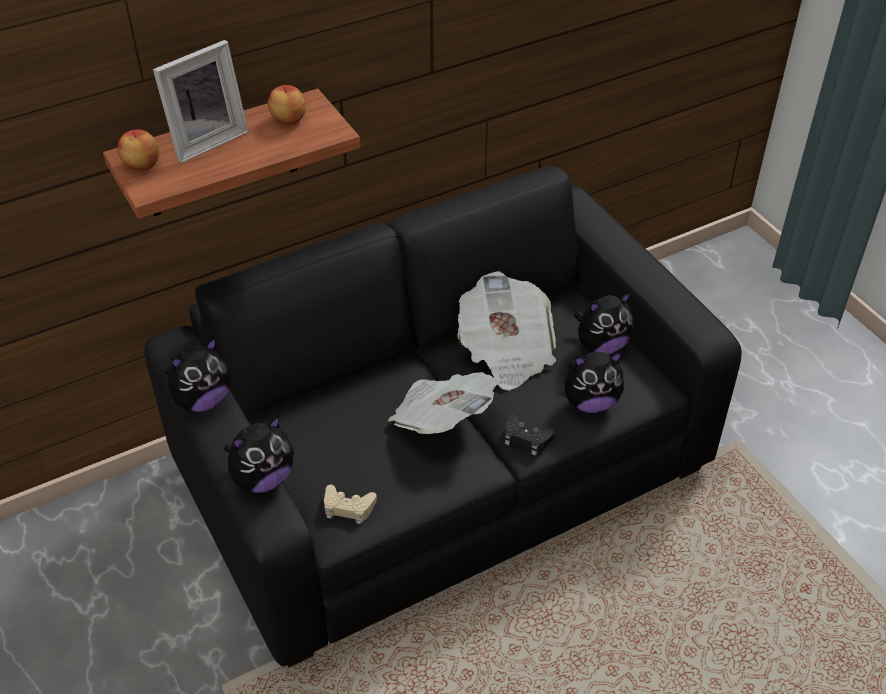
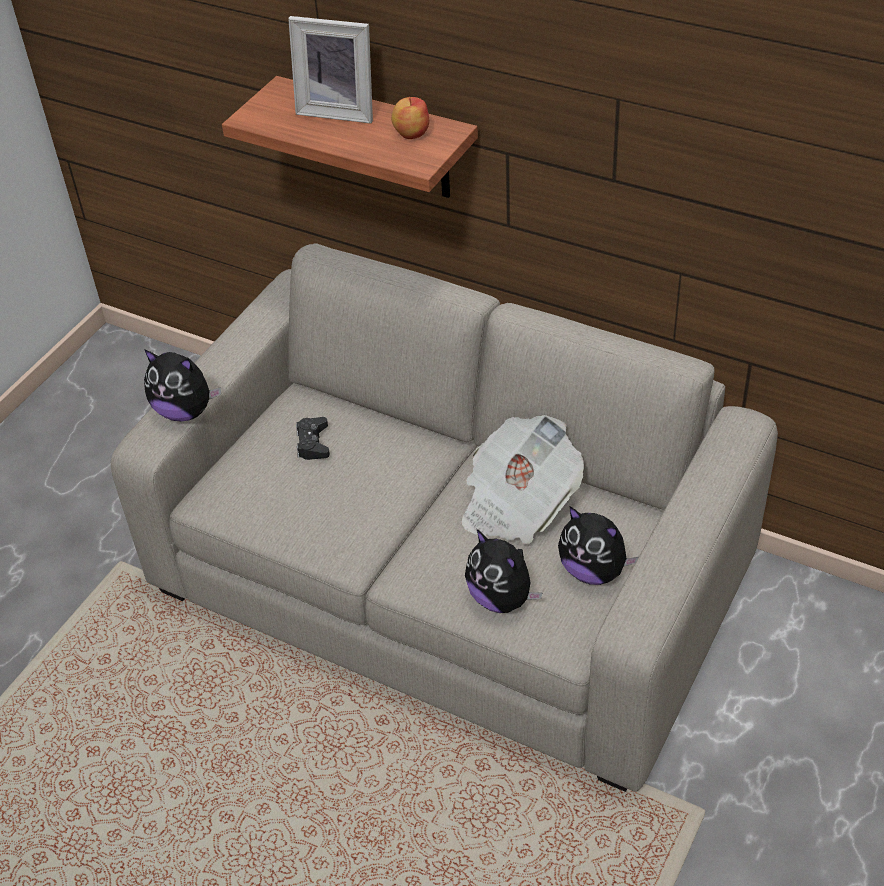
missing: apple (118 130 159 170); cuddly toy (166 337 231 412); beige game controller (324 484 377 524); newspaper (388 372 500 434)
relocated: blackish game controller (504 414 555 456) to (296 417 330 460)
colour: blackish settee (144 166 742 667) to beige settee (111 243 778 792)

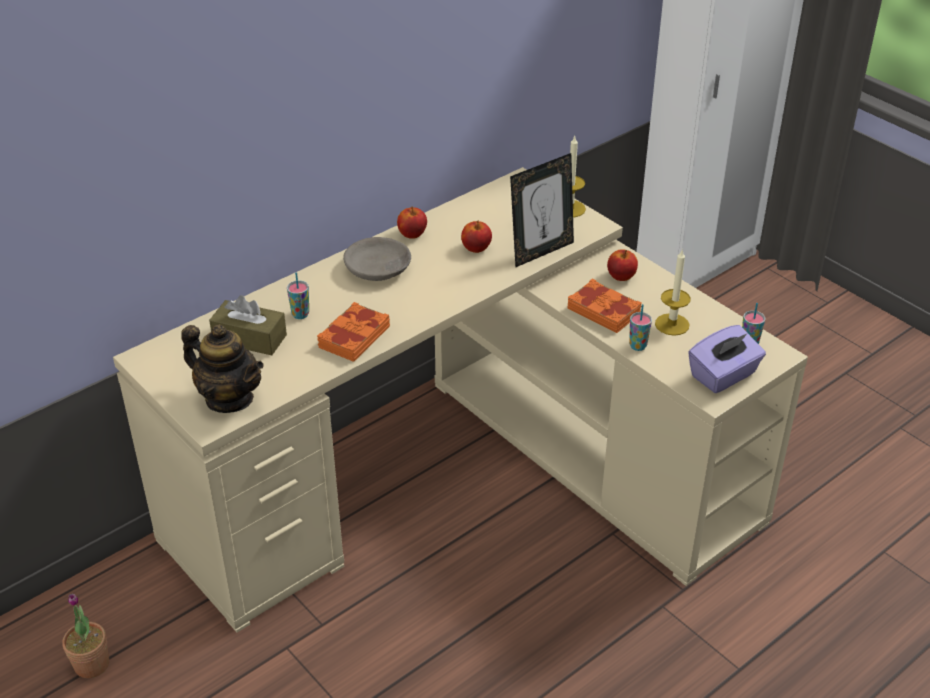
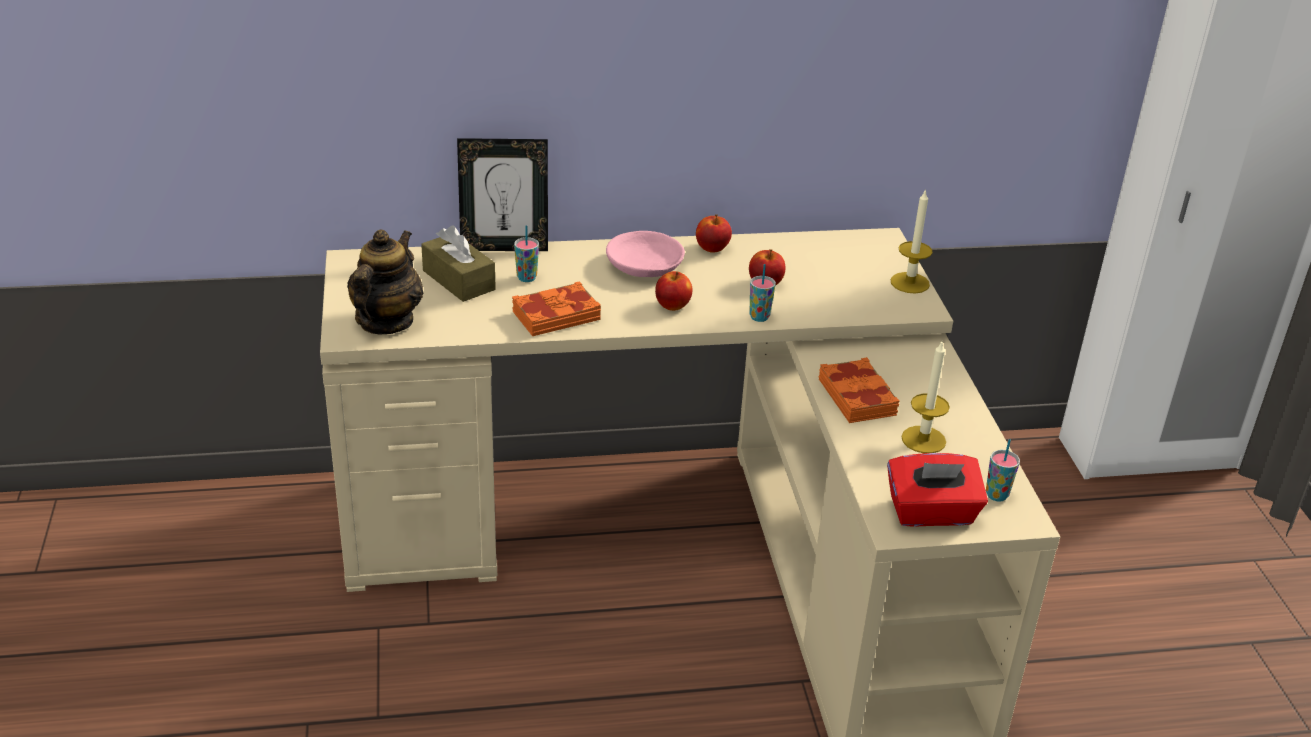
missing: potted plant (62 593 109 678)
relocated: photo frame (510 153 574 267) to (457 138 548 251); apple (607 249 638 281) to (655 271 692 311); drinking cup (629 304 652 351) to (749 264 776 322)
colour: greyish serving bowl (343 237 411 281) to pink serving bowl (606 231 685 277); purple box of tissues (688 325 766 393) to reddish box of tissues (887 453 988 527)
spun: teapot (181 324 264 413) = (347 230 424 334) 135 degrees counterclockwise

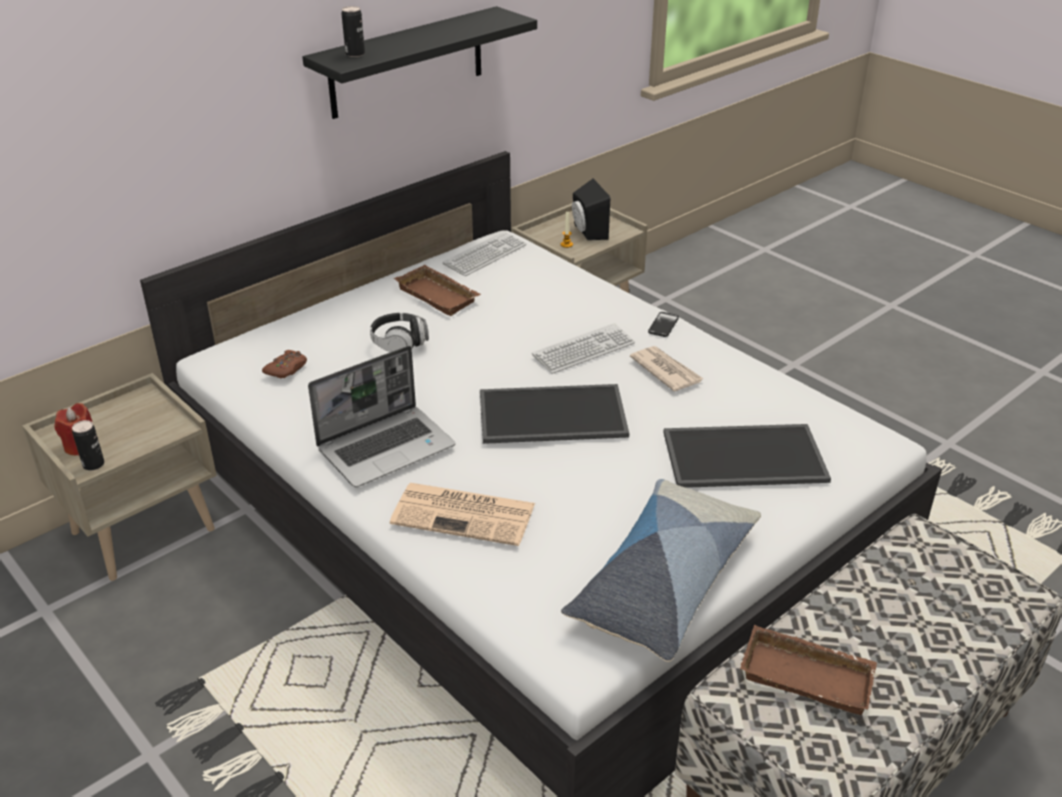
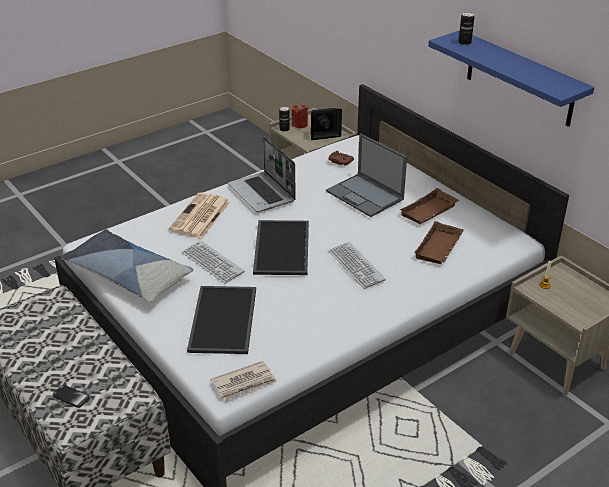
relocated: PC keyboard (443 231 526 276) to (182 240 244 284); blackish loudspeaker (572 178 610 240) to (311 108 342 140); newspaper (630 346 704 392) to (211 361 277 401); telephone (648 312 679 337) to (52 385 90 408); brown serving tray (740 625 877 715) to (414 221 464 264)
exchanged: headphones (370 312 429 352) to portable computer (326 133 407 217)
colour: blackish wall shelf (302 6 537 119) to blue-coloured wall shelf (428 30 594 127)

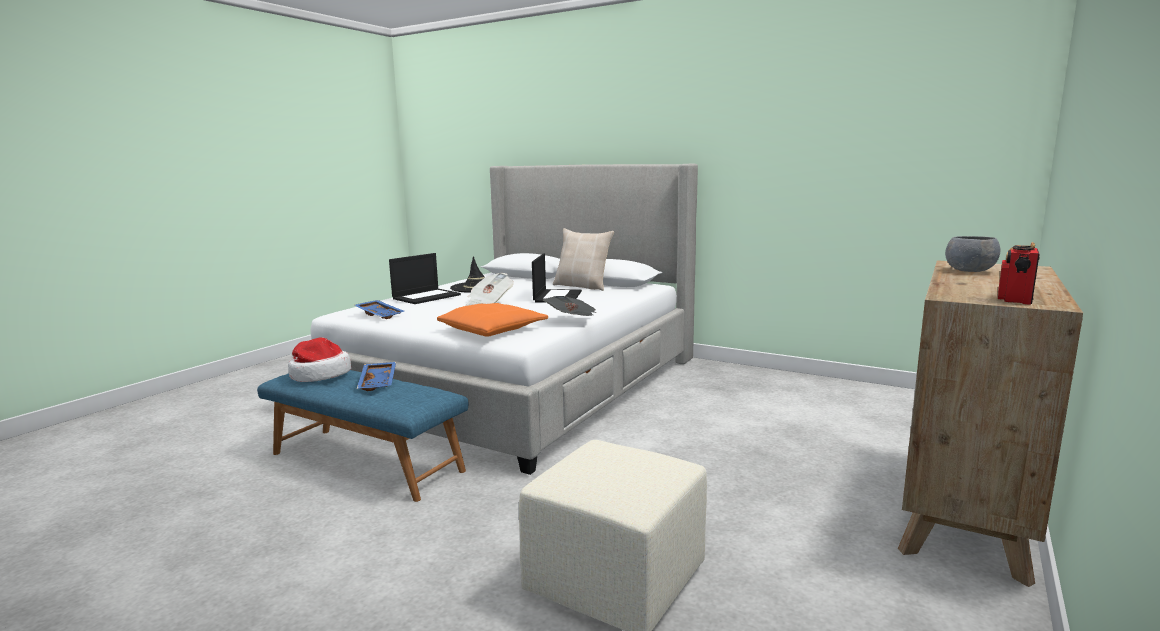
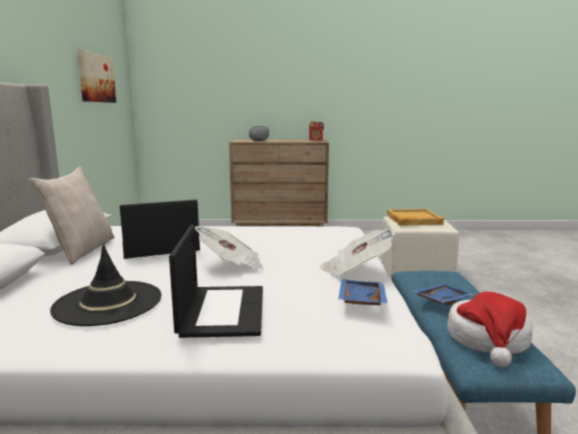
missing: orange cushion (437 303 548 337)
appeared: wall art (77 49 116 103); beige serving tray (387 209 444 226)
relocated: newspaper (543 296 596 316) to (320 229 396 276)
spun: portable computer (389 253 461 304) = (169 225 263 338) 75 degrees clockwise

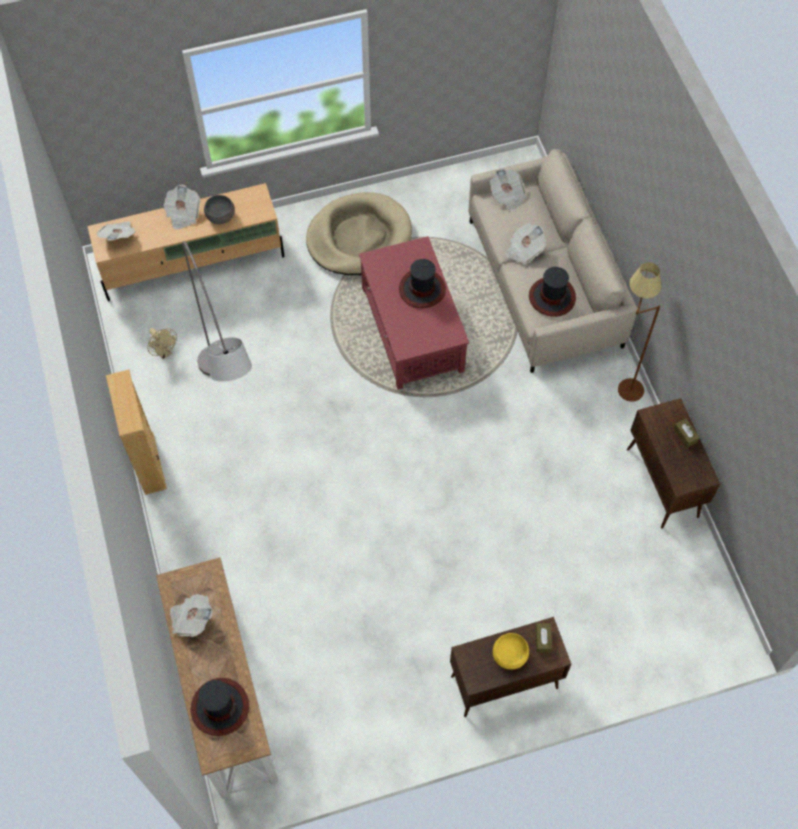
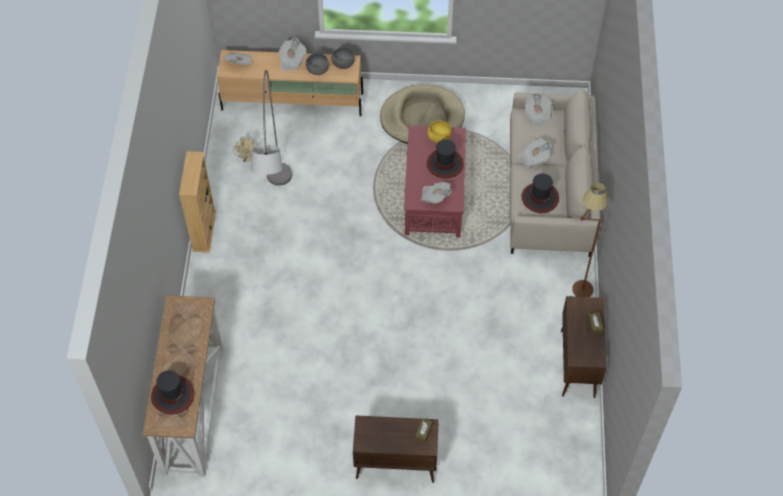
appeared: greyish serving bowl (331 47 355 69)
relocated: newspaper (170 594 213 637) to (421 181 451 204); yellow serving bowl (493 633 529 670) to (427 120 451 143)

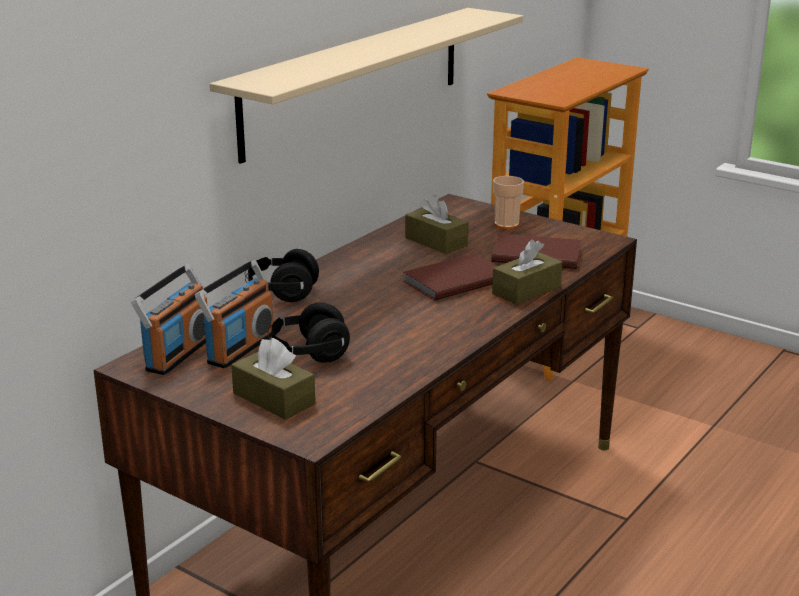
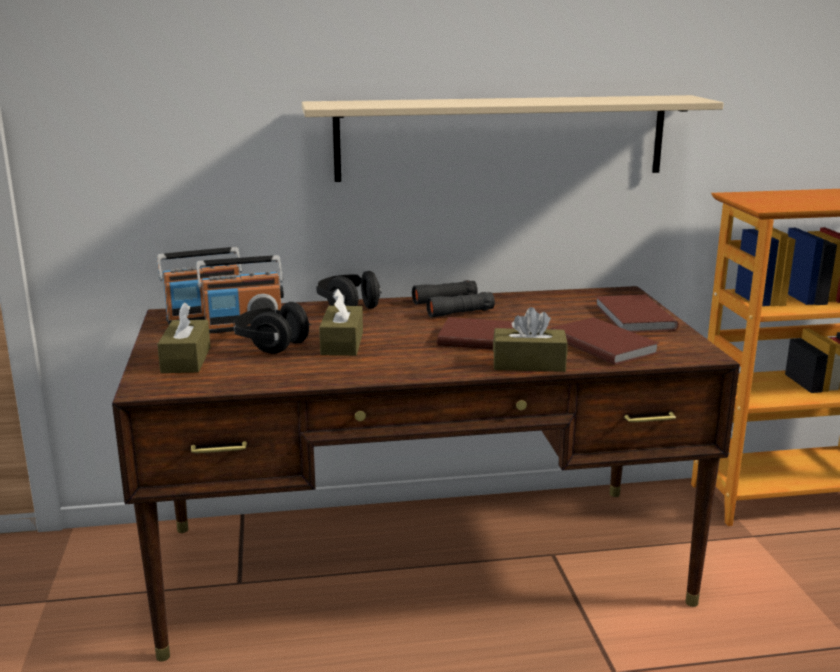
appeared: blackish pair of binoculars (412 280 495 317)
relocated: brown box of tissues (405 195 469 254) to (319 288 363 356)
exchanged: drinking cup (493 176 524 229) to brown volume (595 295 678 332)

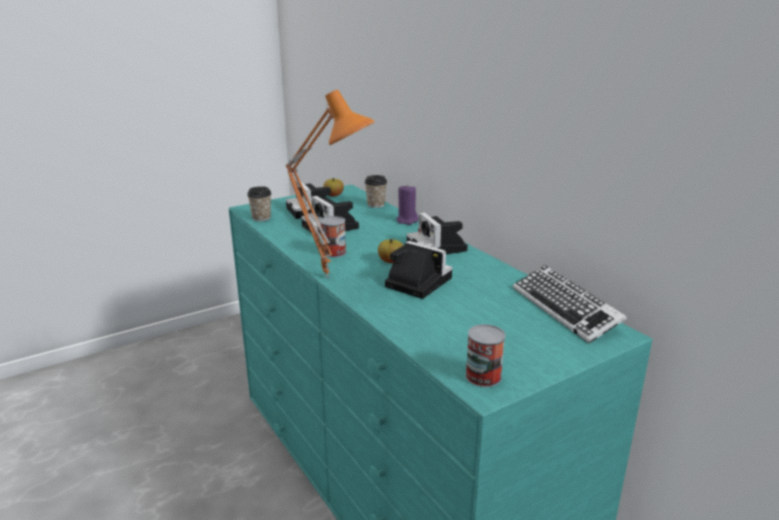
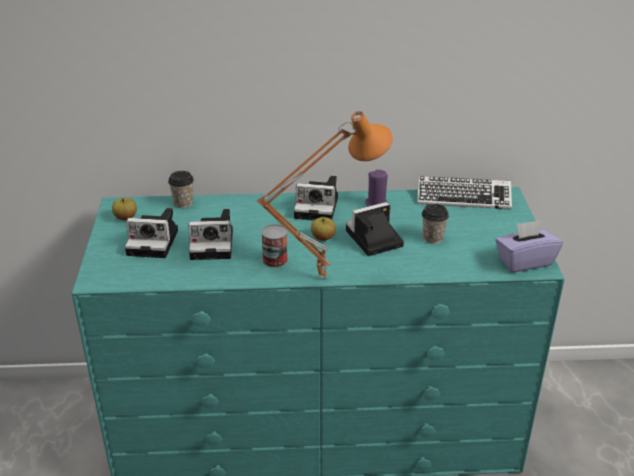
relocated: drinking cup (247 186 272 221) to (422 204 449 244); purple wax candle (396 184 418 225) to (365 169 389 206)
exchanged: can (465 324 505 387) to purple box of tissues (495 220 563 272)

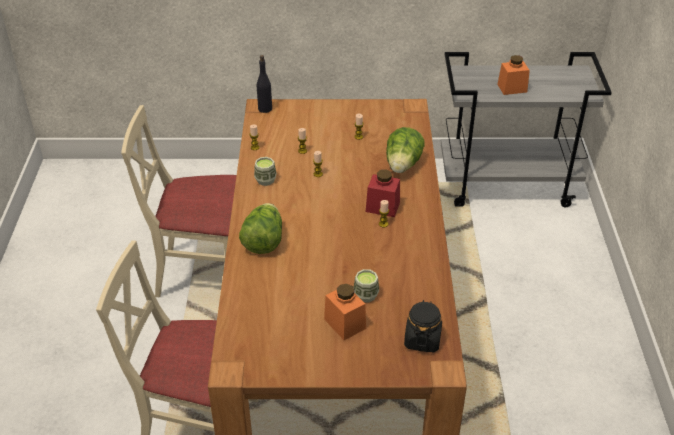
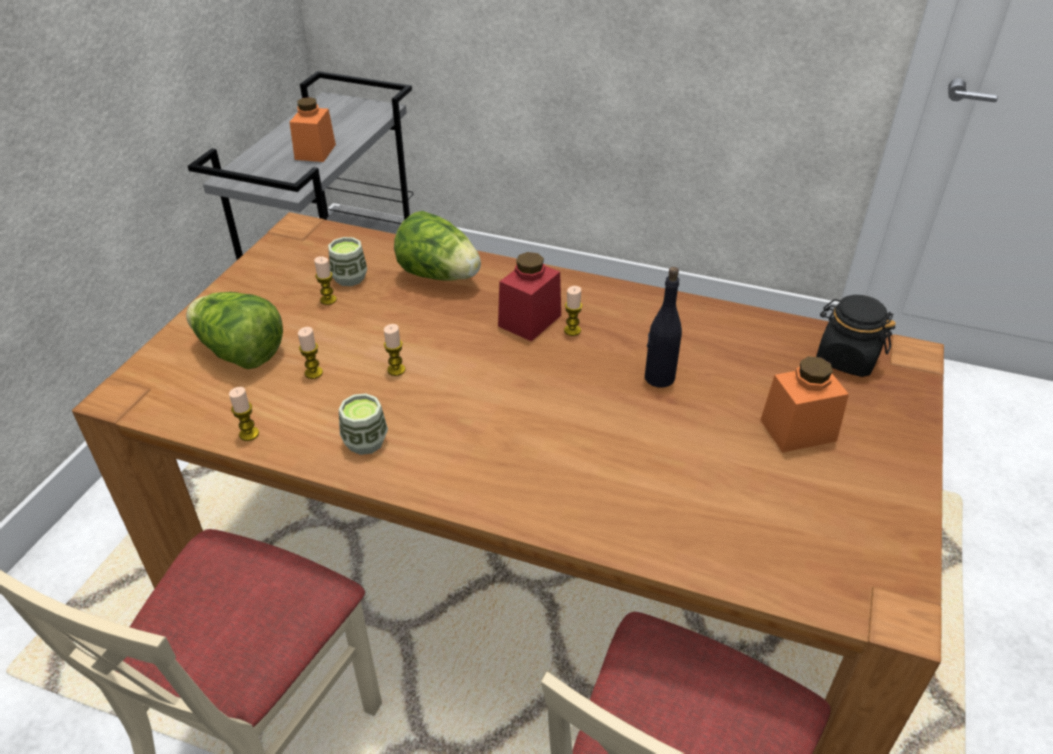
relocated: lettuce (239 203 282 254) to (186 292 283 369); blackish bottle (257 55 272 113) to (645 267 682 388); drinking cup (353 269 379 302) to (328 237 367 286)

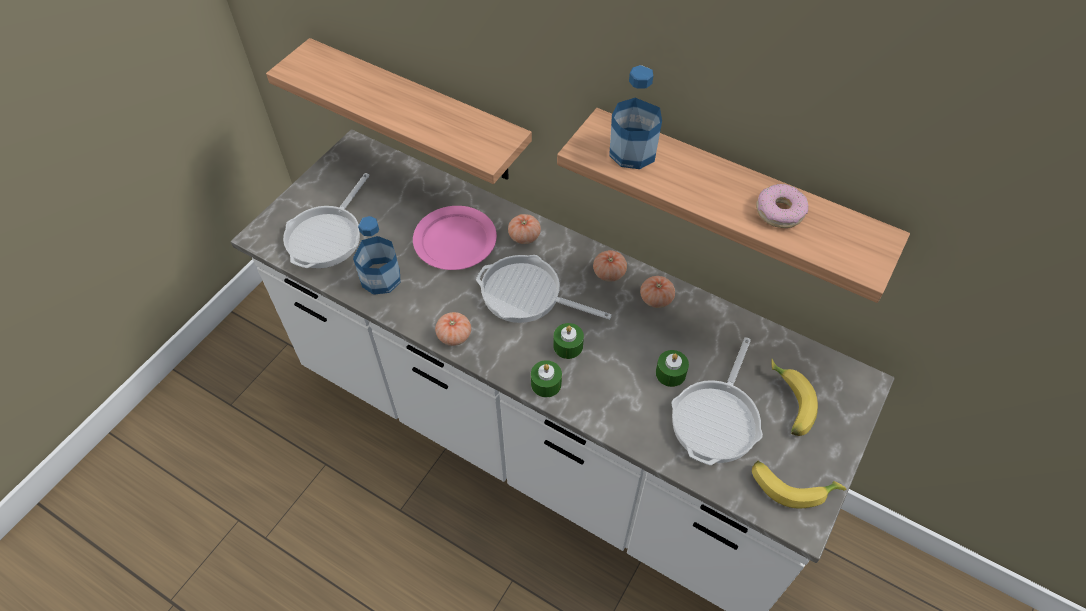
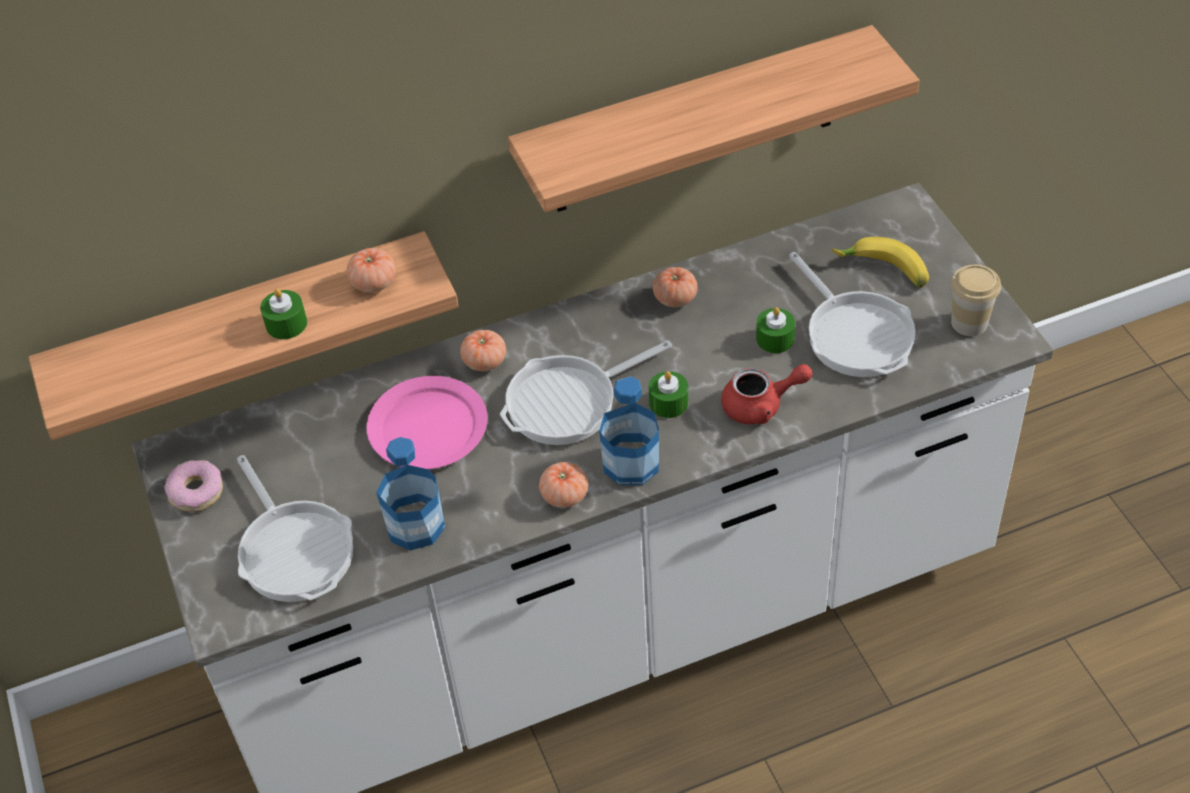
appeared: reddish teapot (721 364 813 424)
relocated: green wax candle (531 360 562 397) to (260 289 307 339); fresh tomato (593 250 627 282) to (346 248 396 292); bottle (609 65 662 169) to (599 376 659 485); doughnut (756 184 808 228) to (165 460 223 512)
exchanged: banana fruit (752 461 846 509) to drinking cup (951 265 1001 336)

